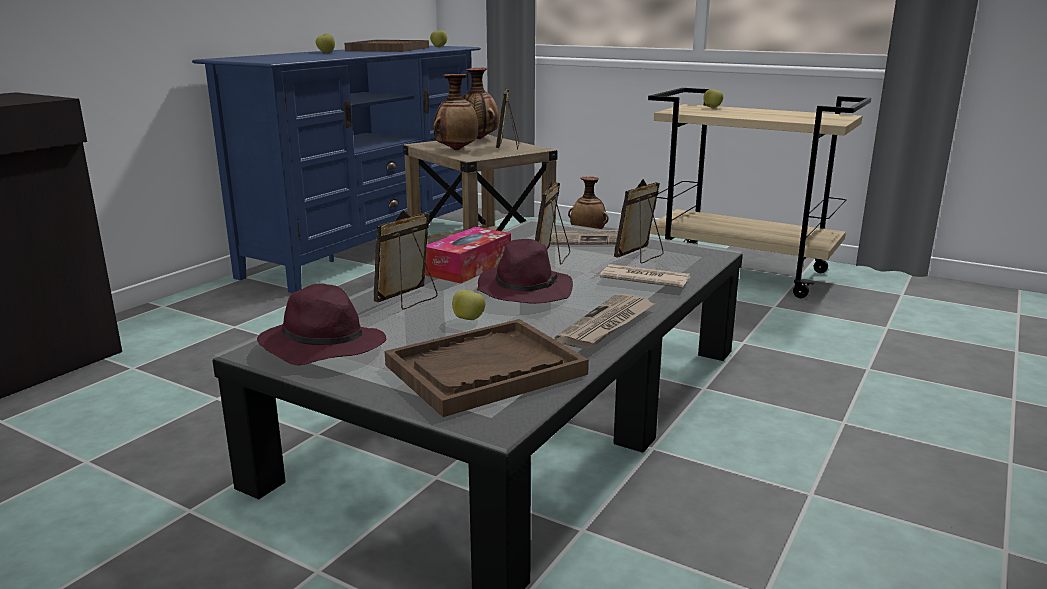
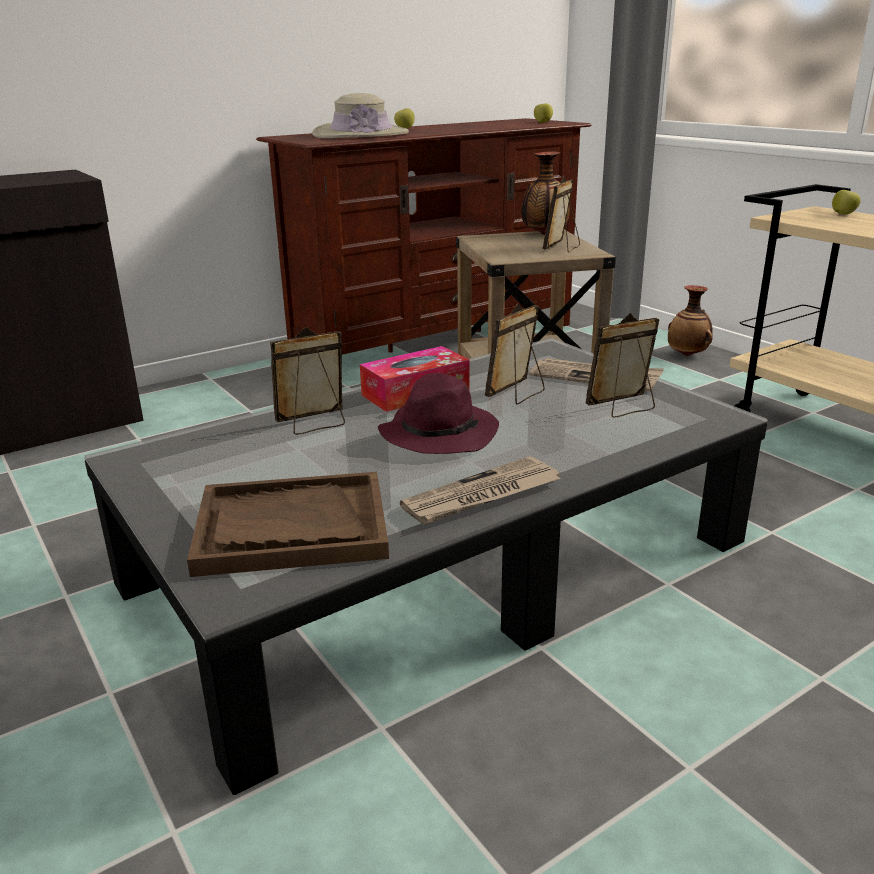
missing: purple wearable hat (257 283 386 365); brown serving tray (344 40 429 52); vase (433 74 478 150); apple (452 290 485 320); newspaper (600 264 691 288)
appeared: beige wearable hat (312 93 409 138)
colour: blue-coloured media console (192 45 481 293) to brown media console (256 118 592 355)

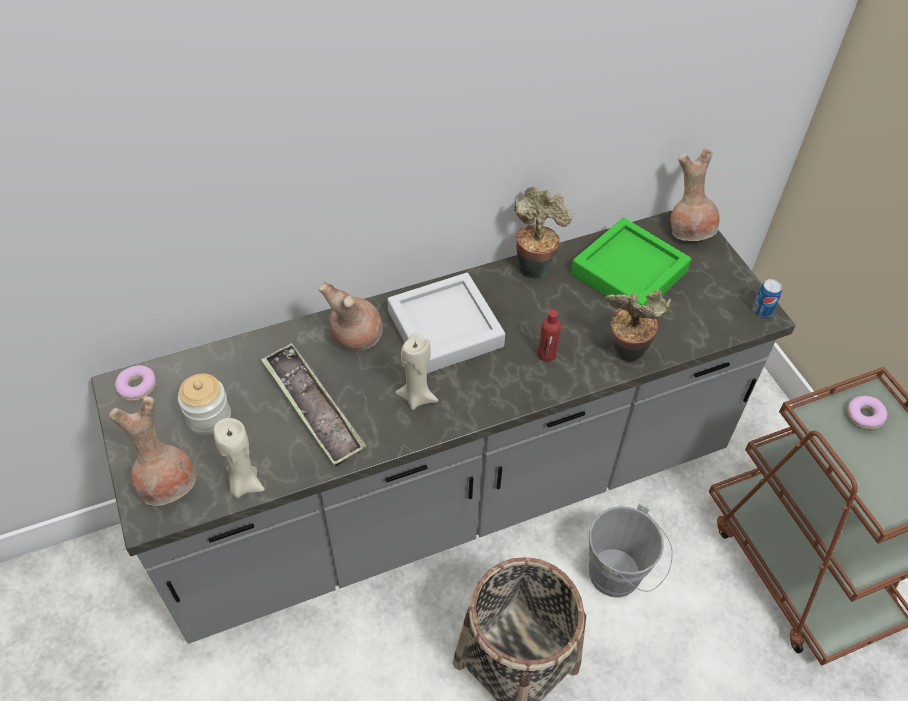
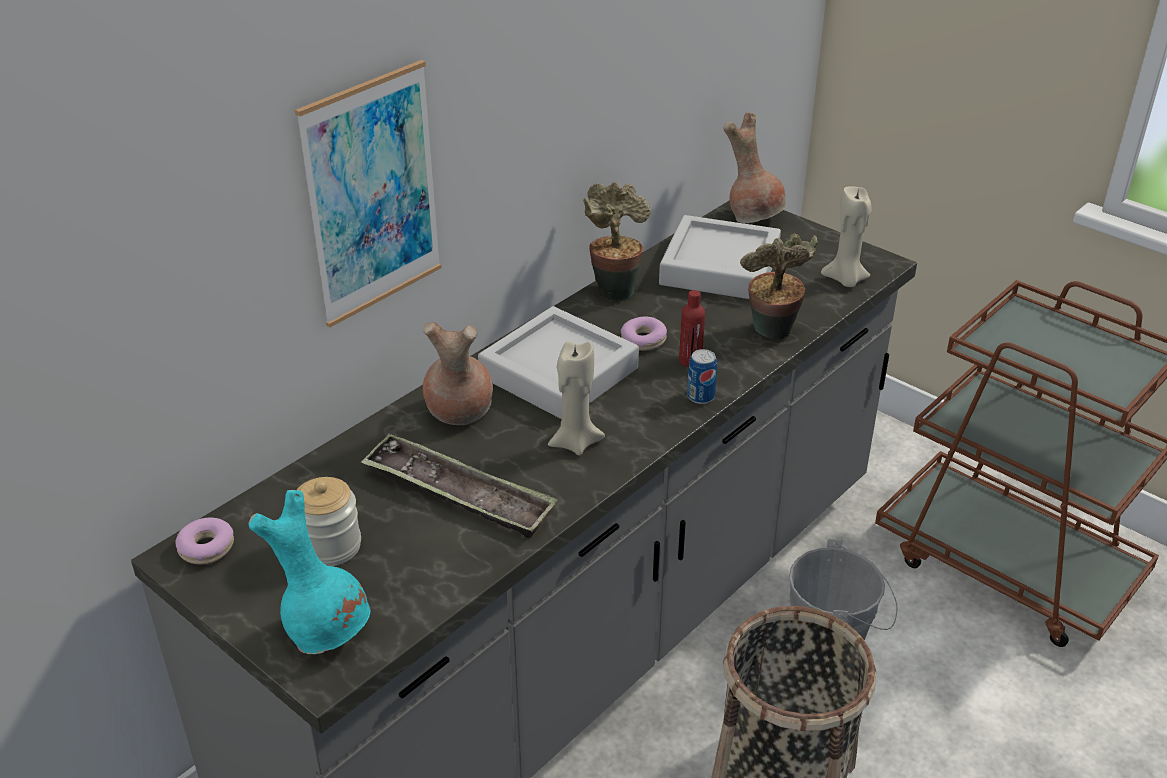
appeared: wall art (295 60 442 327)
relocated: beige wax candle (214 418 265 498) to (821 186 871 287); can (752 279 782 317) to (687 349 717 404); doughnut (847 396 887 429) to (621 317 667 351)
colour: brown vase (109 396 196 506) to turquoise vase (248 490 370 654); green serving tray (571 218 691 306) to greyish serving tray (659 215 781 299)

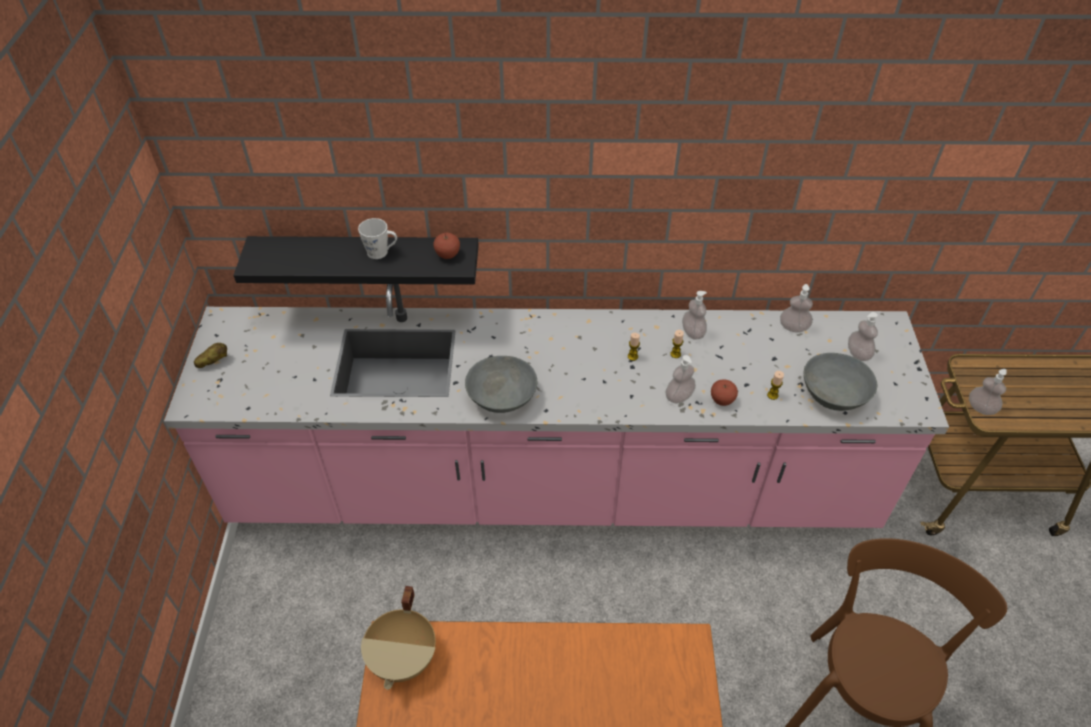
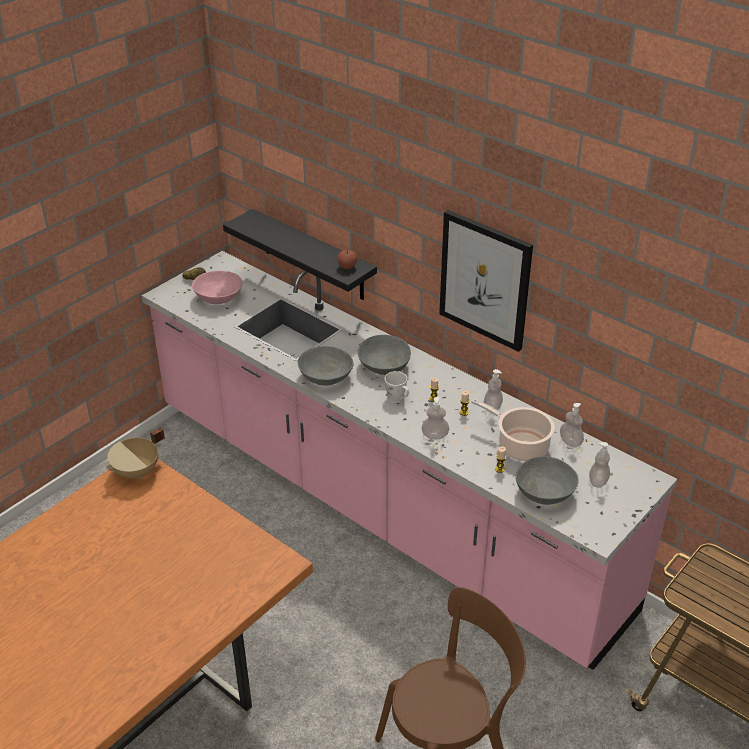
missing: apple (711 379 738 406); liquid soap bottle (969 369 1007 415)
appeared: pink serving bowl (192 271 243 304); greyish serving bowl (357 335 411 375); wall art (439 210 533 352); stockpot (471 398 555 461)
relocated: white-coloured mug (358 218 397 259) to (385 371 409 403)

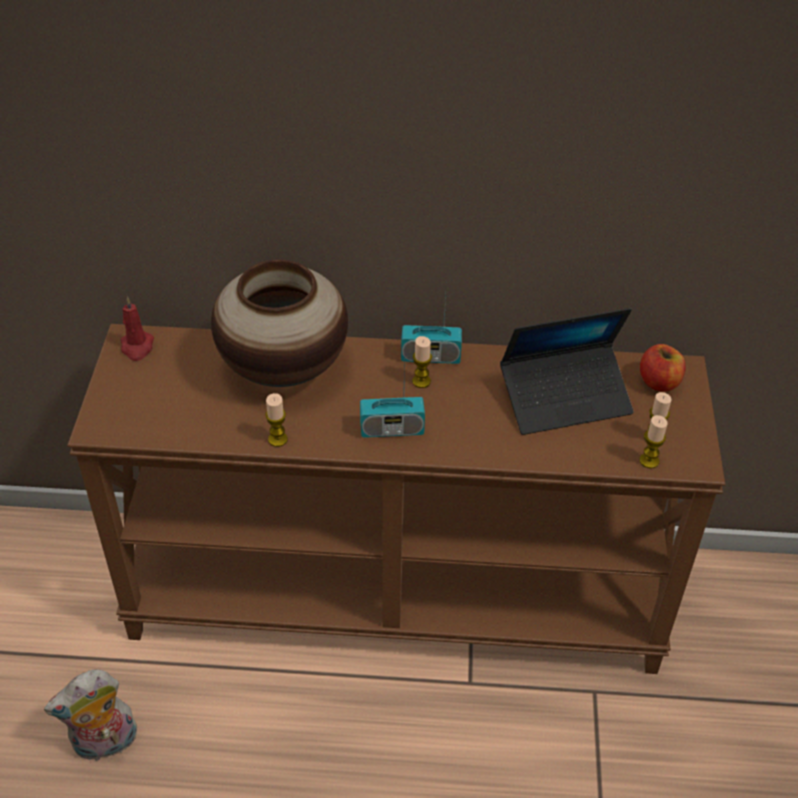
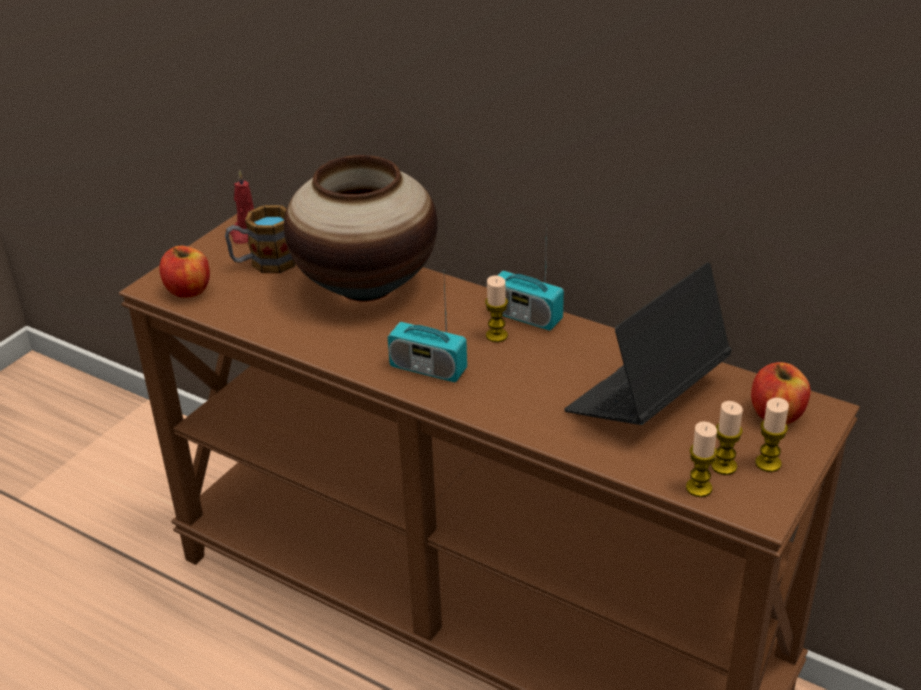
missing: cuddly toy (44 669 137 761)
appeared: apple (159 246 210 298); mug (225 205 296 273)
relocated: wax candle (265 393 288 447) to (755 398 789 472)
spun: portable computer (500 308 634 435) = (564 262 732 425) 120 degrees clockwise

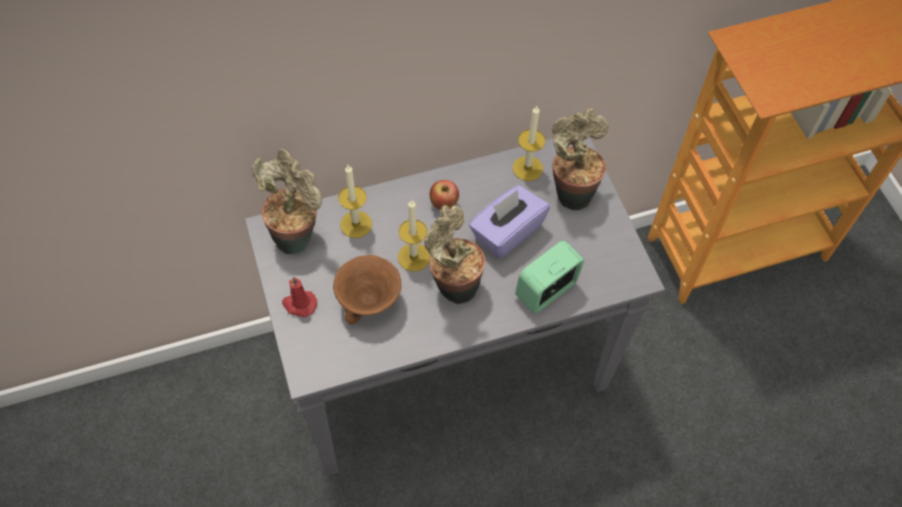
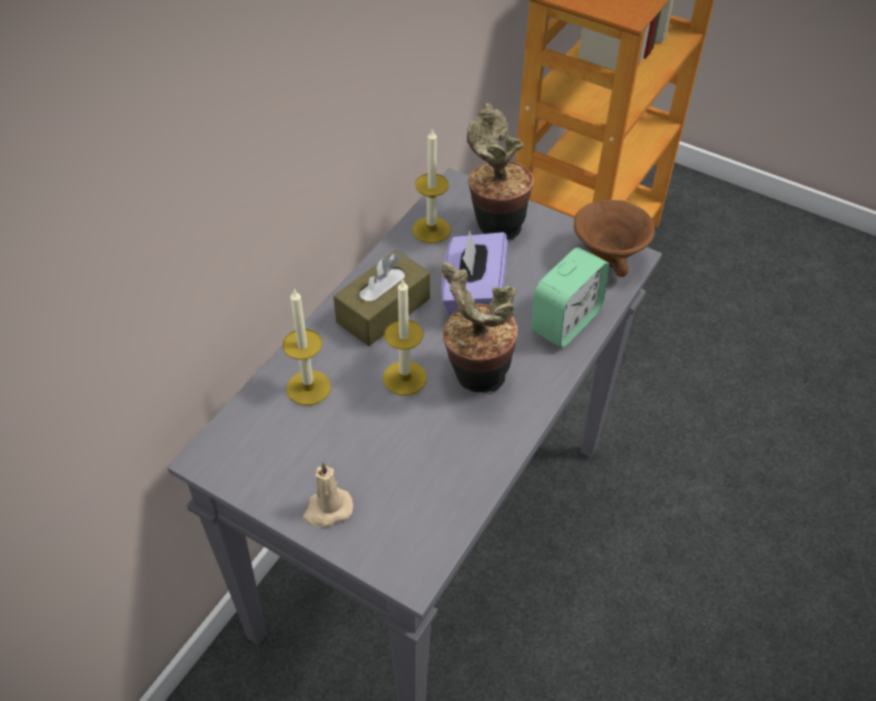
missing: potted plant (251 149 322 254)
relocated: brown serving bowl (333 255 401 324) to (574 200 655 277)
exchanged: apple (430 180 459 210) to brown box of tissues (334 250 430 346)
colour: reddish wax candle (282 277 317 317) to beige wax candle (303 462 354 527)
spun: bedside clock (515 240 584 314) = (531 247 609 348) 150 degrees counterclockwise

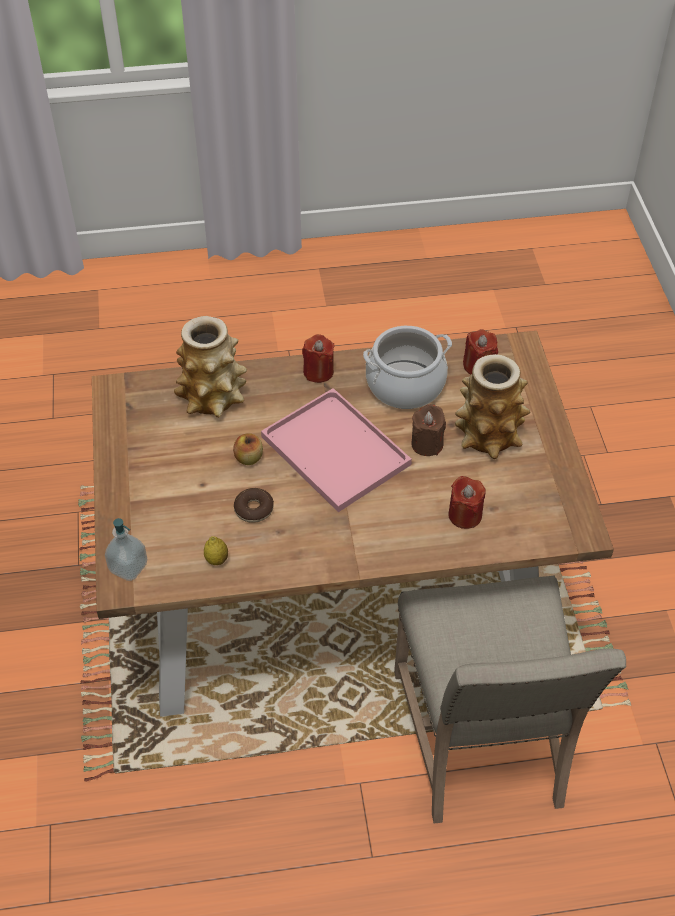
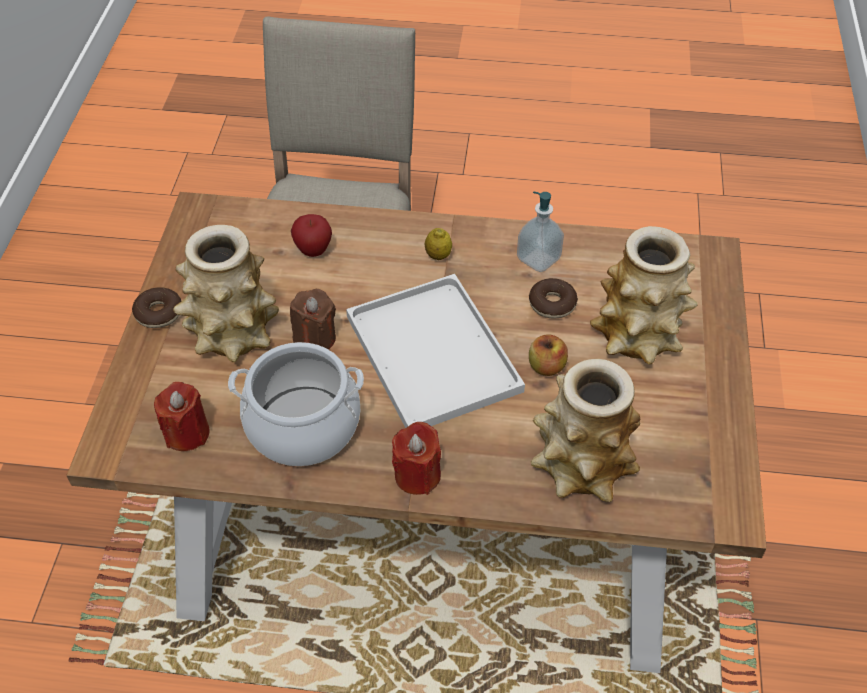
appeared: doughnut (132 287 181 328); vase (590 226 698 364)
relocated: liquid soap bottle (105 518 147 581) to (517 192 564 272); citrus fruit (204 536 228 565) to (425 228 452 260)
exchanged: reddish wax candle (449 476 486 529) to apple (291 214 332 257)
colour: pink serving tray (261 388 412 512) to white-coloured serving tray (346 274 525 428)

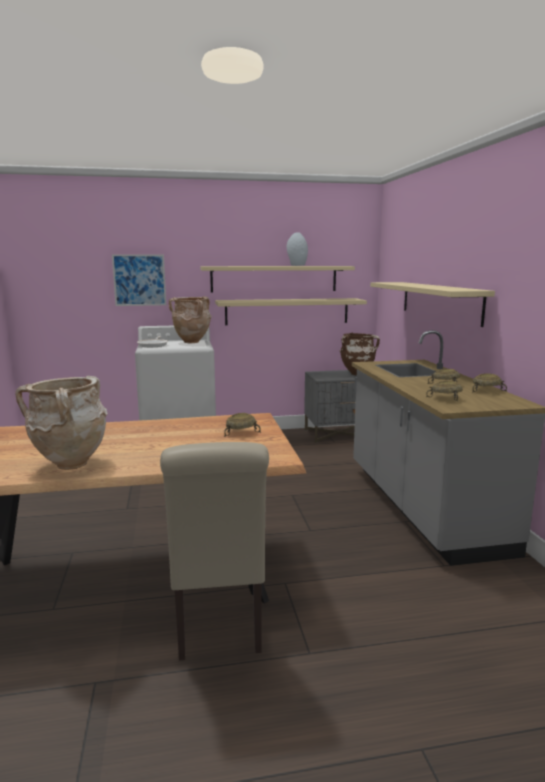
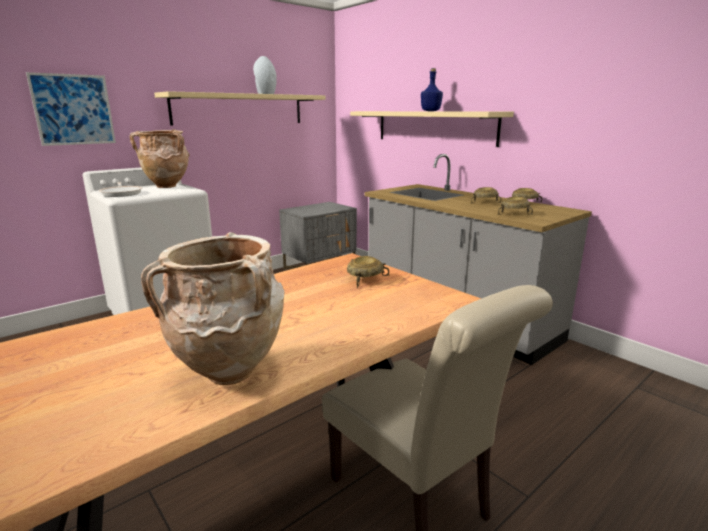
missing: beige wall shelf (215 298 367 325); brown vase (340 333 380 375)
appeared: blue-coloured bottle (421 68 443 111)

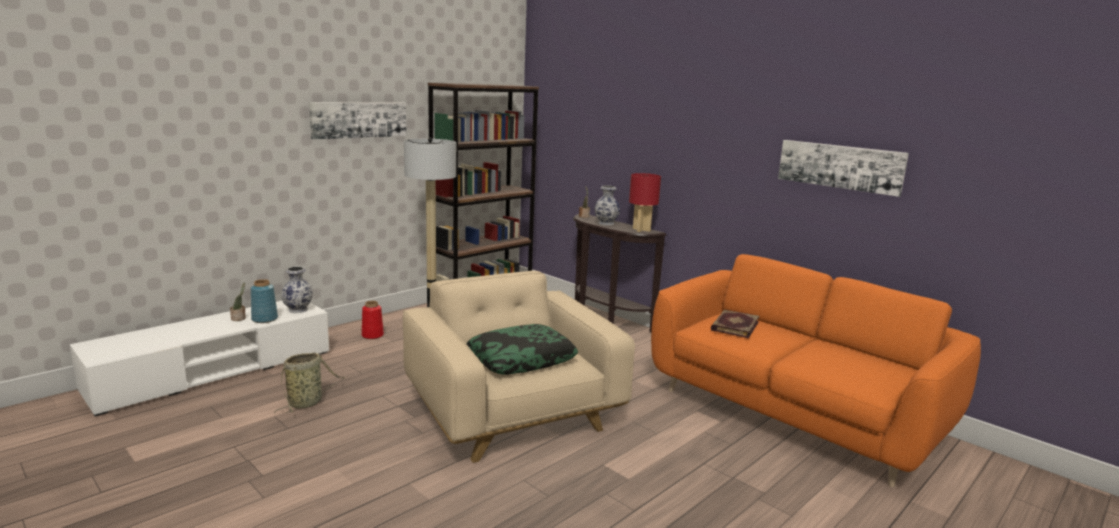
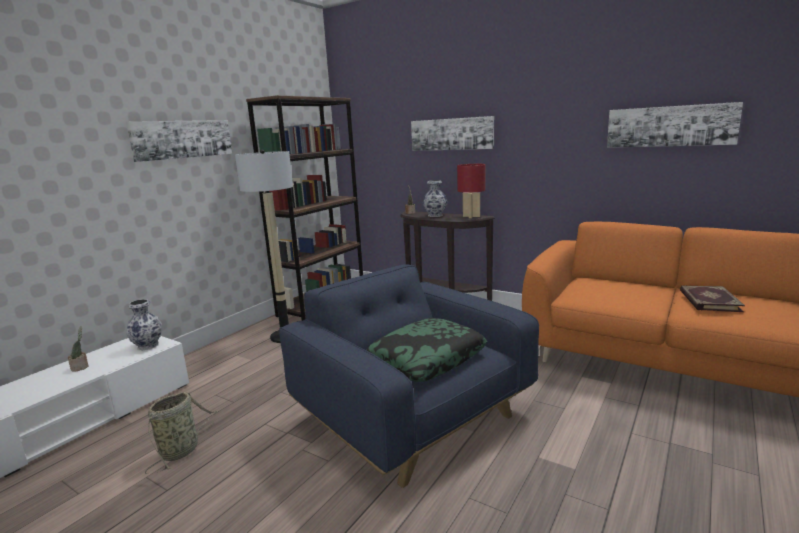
missing: blue-coloured vase (251 279 278 323); reddish vase (362 301 384 339)
appeared: wall art (411 116 494 151)
relocated: volume (711 310 760 338) to (680 285 745 312)
colour: beige lounge chair (403 271 635 463) to blue-coloured lounge chair (279 264 539 488)

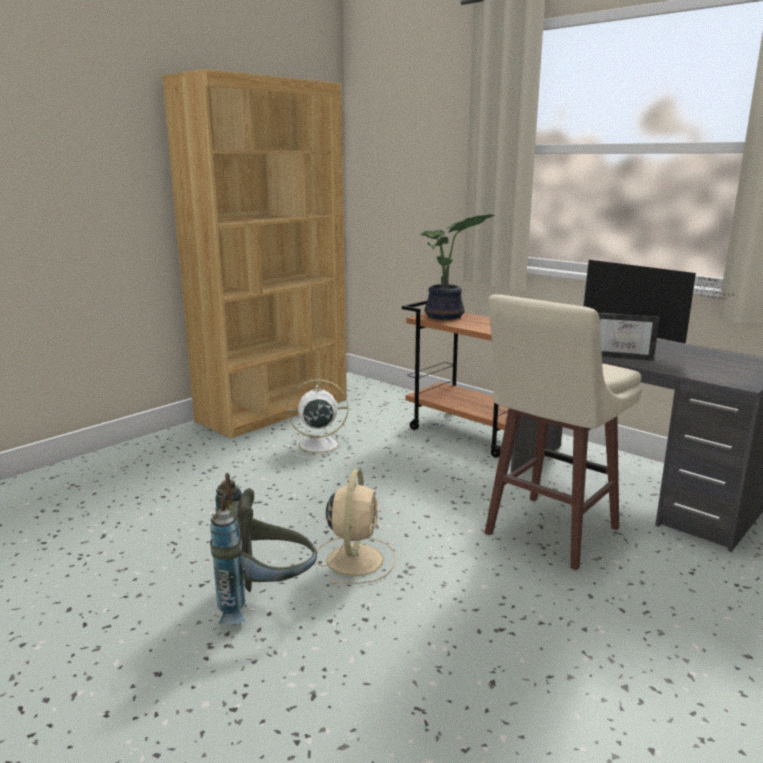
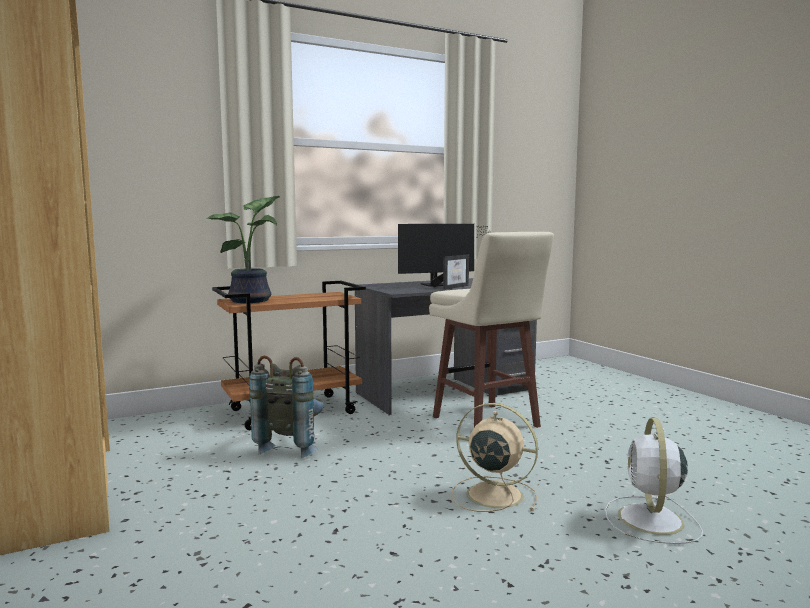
relocated: greyish rucksack (210 473 317 625) to (249 356 324 458); white-coloured fan (287 379 351 458) to (605 418 703 544)

